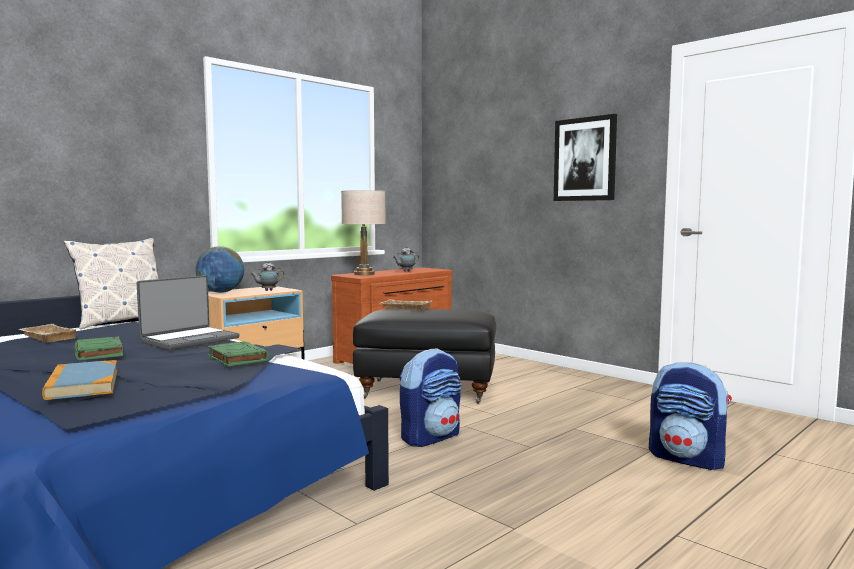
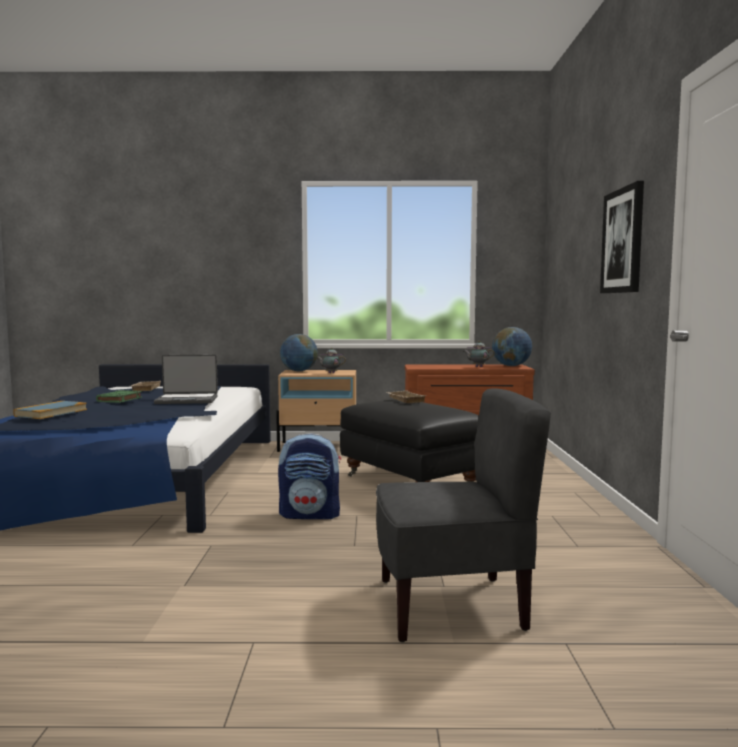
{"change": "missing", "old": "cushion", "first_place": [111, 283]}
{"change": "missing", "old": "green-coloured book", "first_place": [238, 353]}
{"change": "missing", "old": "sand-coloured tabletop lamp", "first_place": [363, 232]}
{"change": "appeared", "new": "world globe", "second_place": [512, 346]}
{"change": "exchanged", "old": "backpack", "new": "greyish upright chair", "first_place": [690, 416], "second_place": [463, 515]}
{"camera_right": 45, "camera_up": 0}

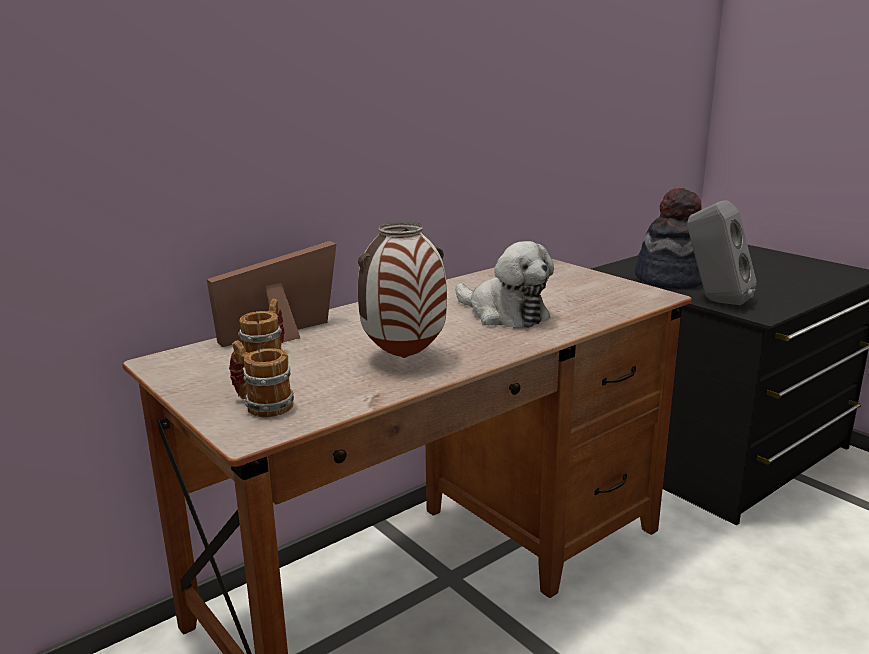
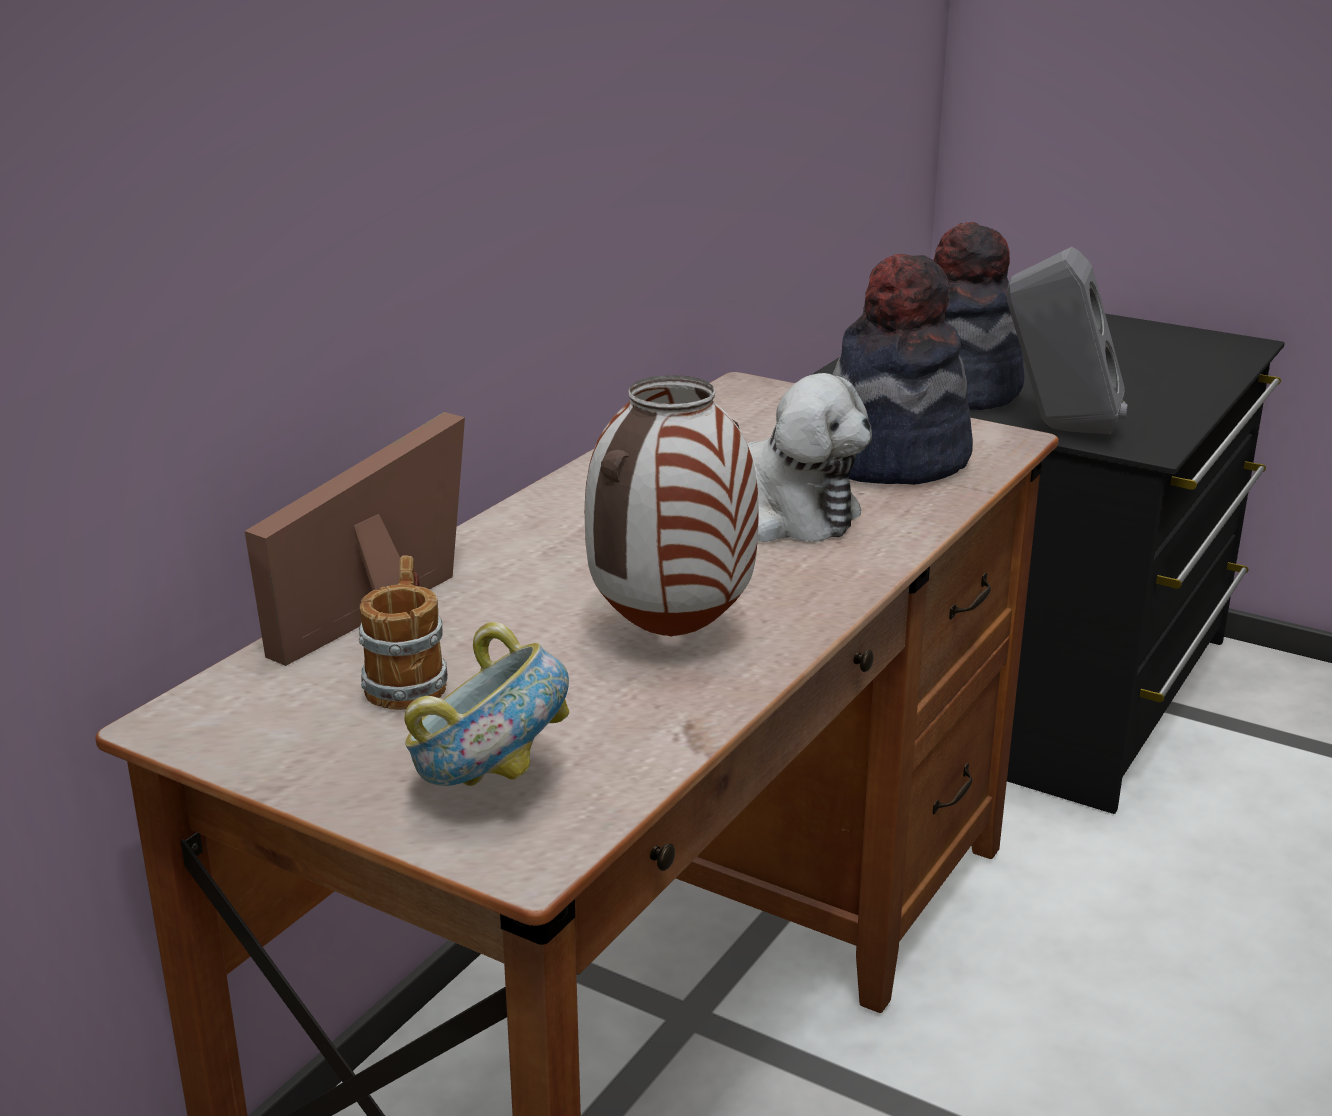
{"change": "appeared", "new": "clothing hat", "second_place": [902, 369]}
{"change": "exchanged", "old": "mug", "new": "bowl", "first_place": [261, 379], "second_place": [487, 704]}
{"camera_right": -20, "camera_up": 5}

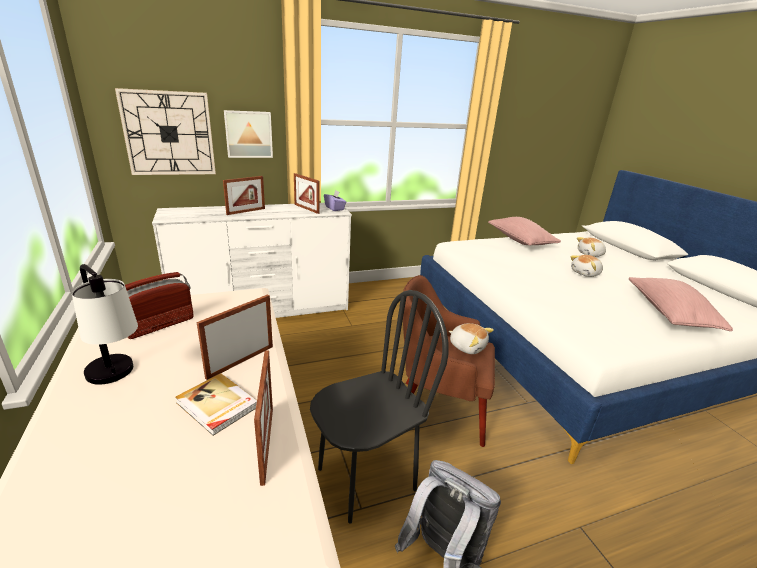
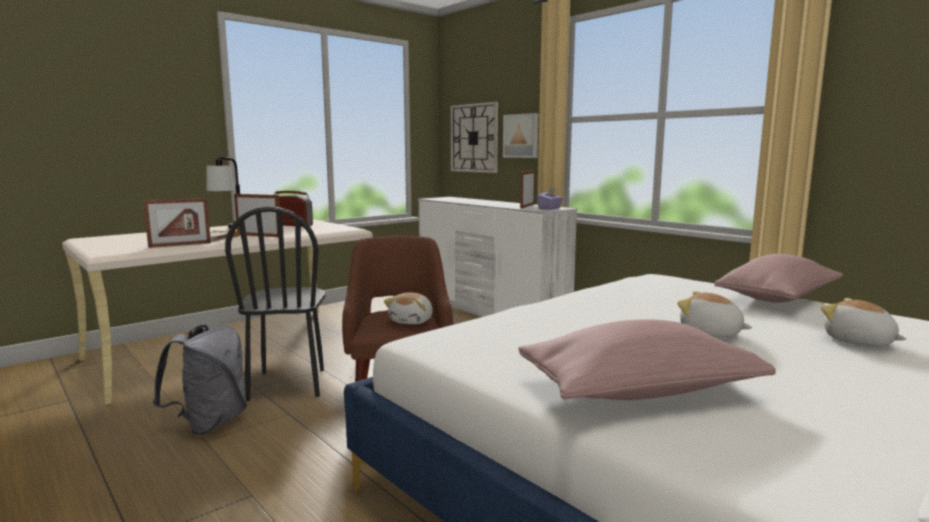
{"change": "missing", "old": "photo frame", "first_place": [244, 195]}
{"change": "spun", "old": "black upright chair", "first_place": [379, 407], "second_place": [275, 303], "degrees": 45}
{"camera_right": 70, "camera_up": -15}

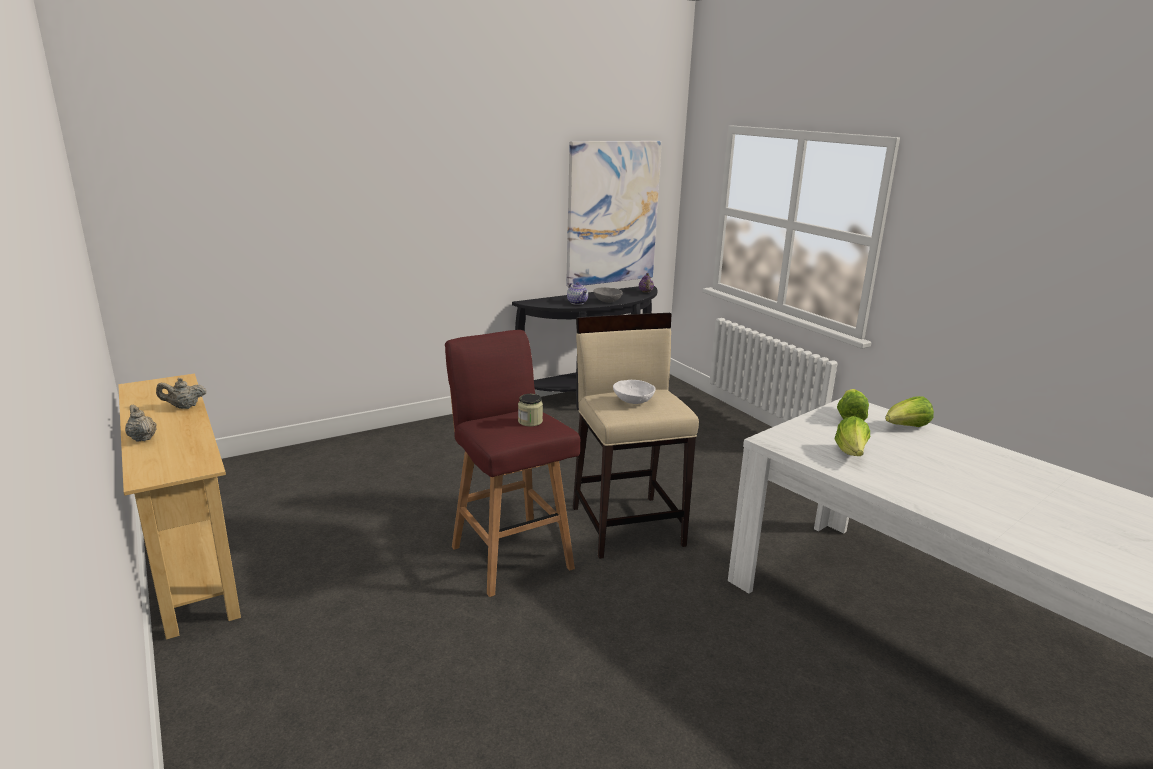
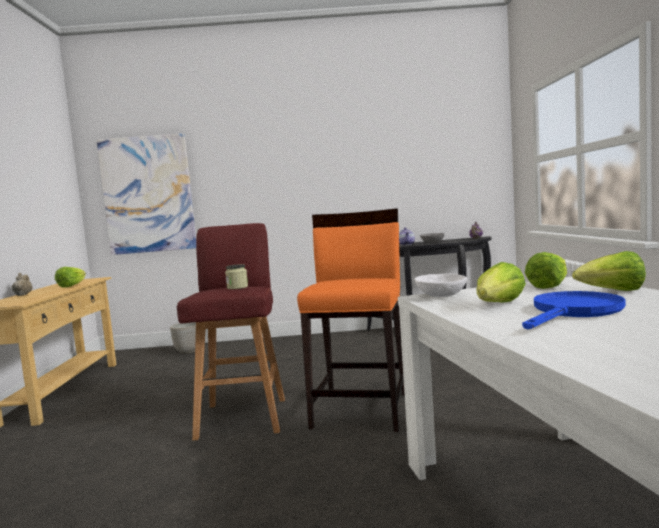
{"change": "appeared", "new": "planter", "second_place": [183, 338]}
{"change": "appeared", "new": "bluish frying pan", "second_place": [574, 310]}
{"change": "relocated", "old": "wall art", "first_place": [614, 214], "second_place": [146, 194]}
{"change": "relocated", "old": "whitish bowl", "first_place": [634, 392], "second_place": [440, 285]}
{"change": "exchanged", "old": "sand-coloured tea pot", "new": "lettuce", "first_place": [181, 393], "second_place": [70, 277]}
{"change": "colour", "old": "sand-coloured stool", "new": "orange-coloured stool", "first_place": [636, 436], "second_place": [351, 320]}
{"camera_right": 30, "camera_up": -15}

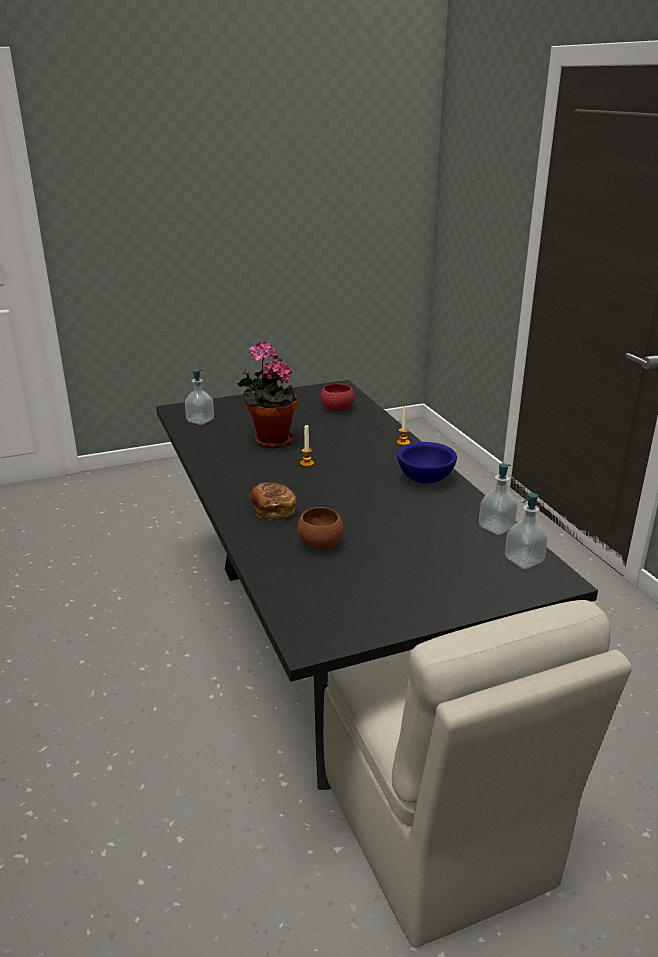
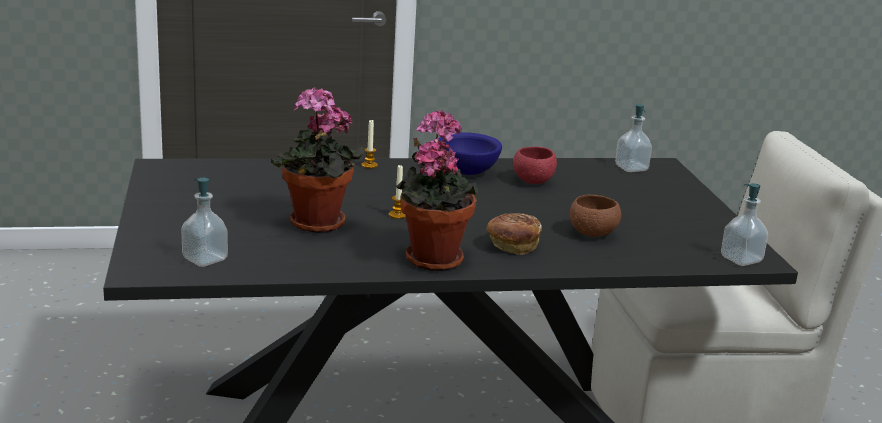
{"change": "appeared", "new": "potted plant", "second_place": [437, 190]}
{"change": "relocated", "old": "red bowl", "first_place": [338, 397], "second_place": [535, 165]}
{"change": "relocated", "old": "soap bottle", "first_place": [498, 499], "second_place": [744, 224]}
{"camera_right": -80, "camera_up": -5}

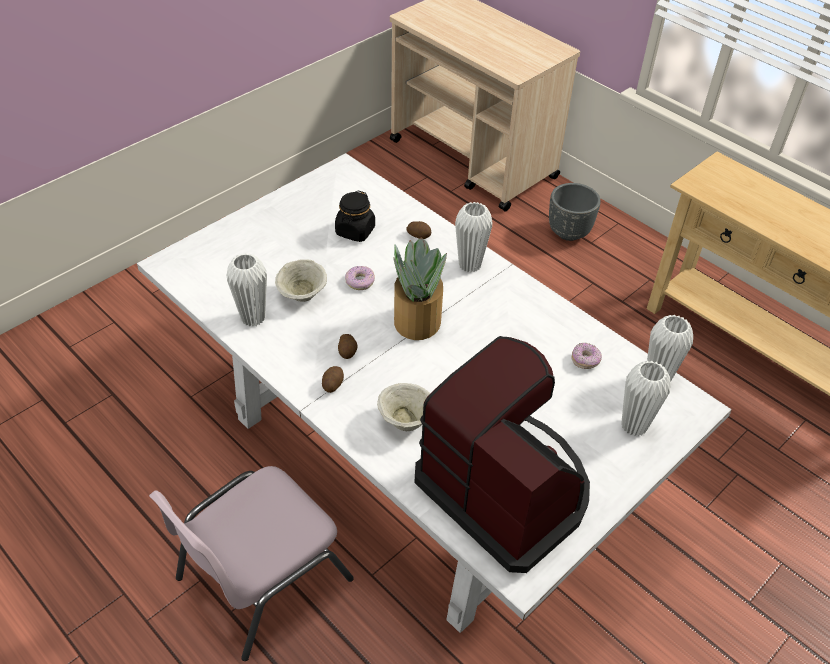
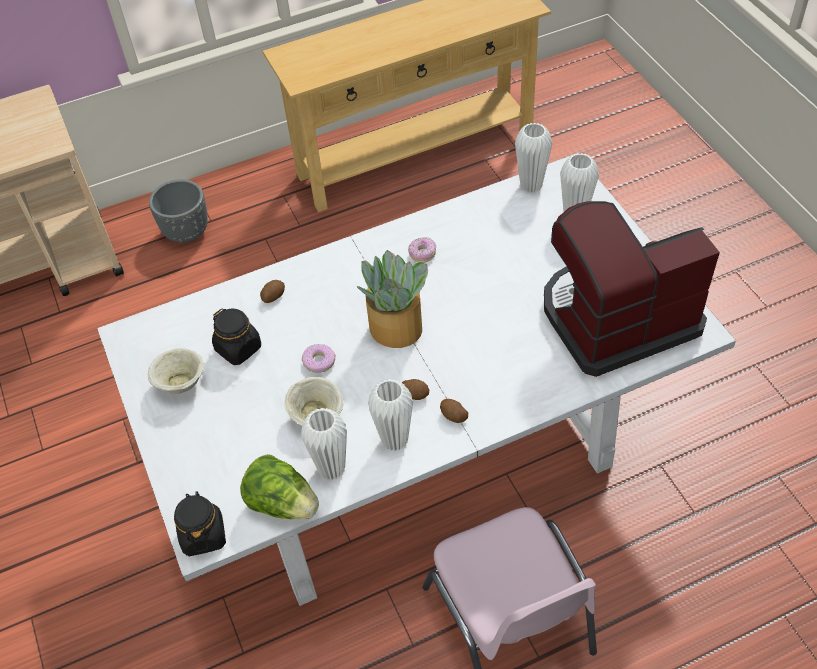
{"change": "appeared", "new": "black storage jar", "second_place": [200, 523]}
{"change": "appeared", "new": "lettuce", "second_place": [279, 486]}
{"change": "relocated", "old": "sand-coloured bowl", "first_place": [403, 407], "second_place": [175, 371]}
{"change": "relocated", "old": "whitish flower vase", "first_place": [474, 237], "second_place": [390, 415]}
{"change": "relocated", "old": "doughnut", "first_place": [586, 356], "second_place": [422, 250]}
{"camera_right": -65, "camera_up": 5}

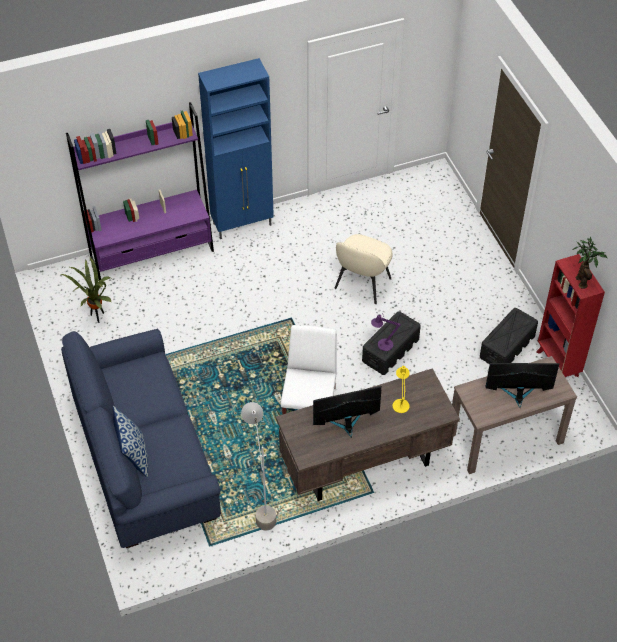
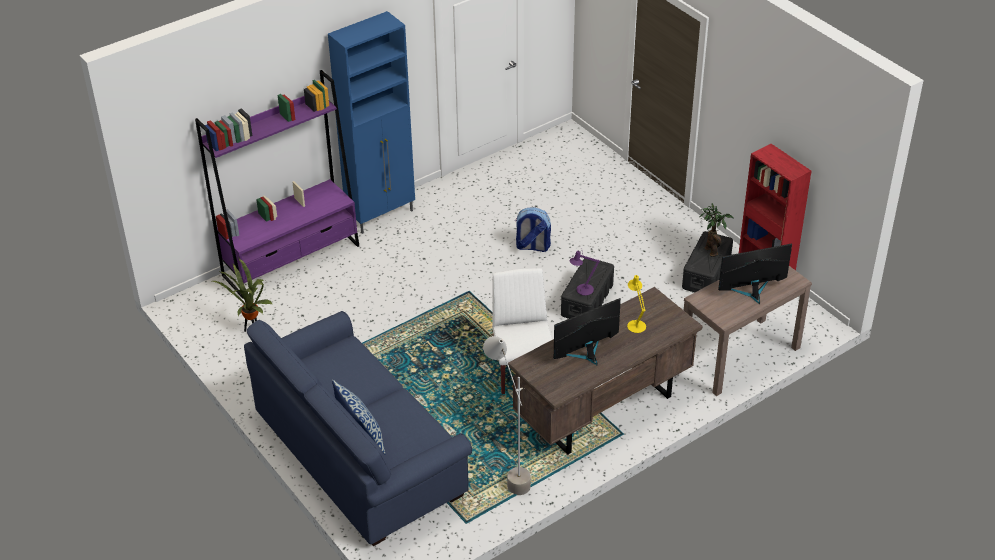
{"change": "relocated", "old": "potted plant", "first_place": [590, 263], "second_place": [716, 230]}
{"change": "exchanged", "old": "sand-coloured upright chair", "new": "backpack", "first_place": [363, 269], "second_place": [533, 229]}
{"camera_right": -15, "camera_up": -10}

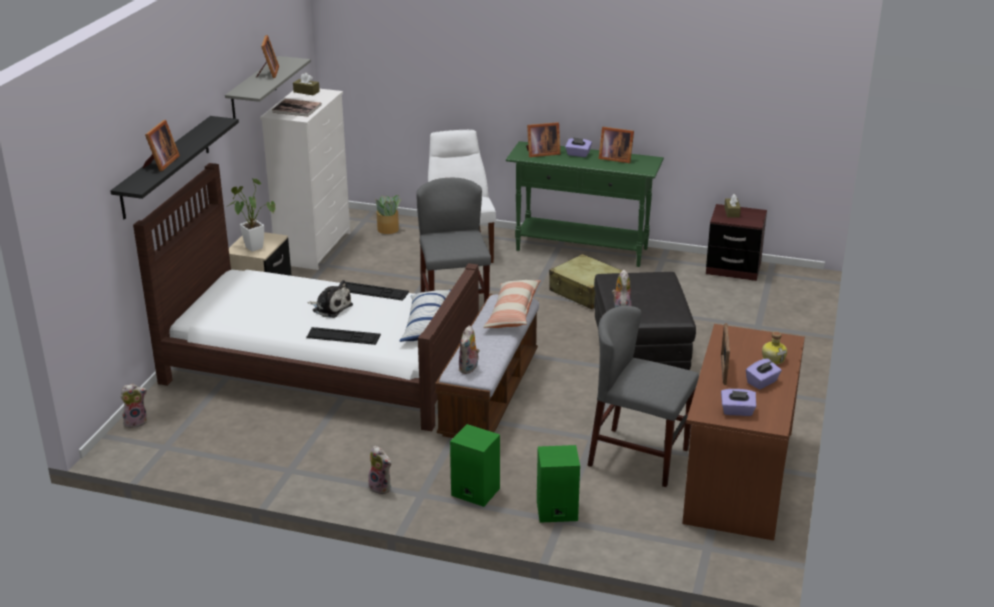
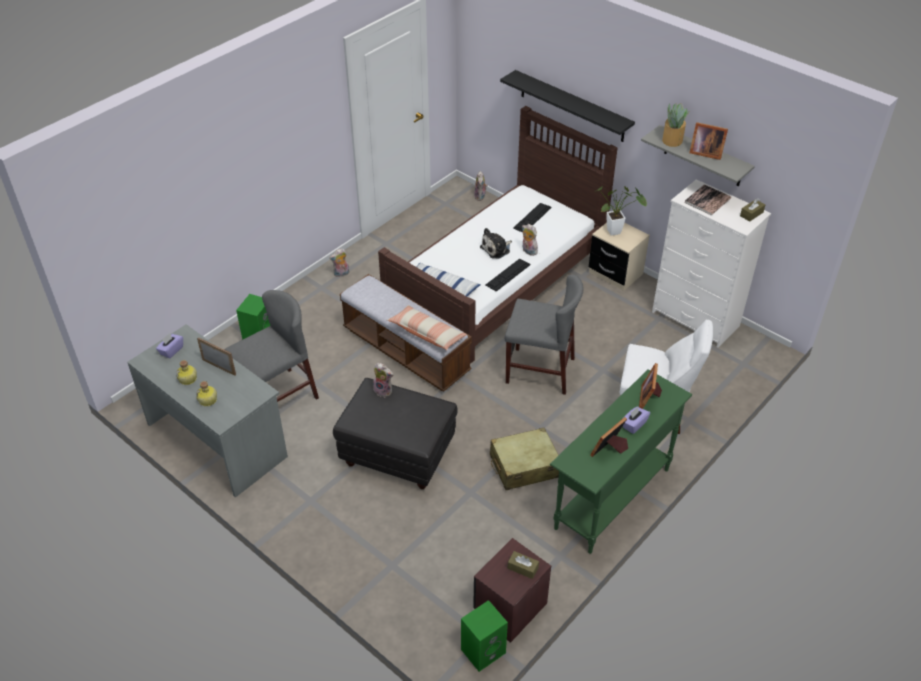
{"change": "missing", "old": "photo frame", "first_place": [161, 145]}
{"change": "relocated", "old": "keyboard", "first_place": [343, 336], "second_place": [532, 218]}
{"change": "relocated", "old": "potted plant", "first_place": [388, 214], "second_place": [675, 125]}
{"change": "relocated", "old": "green-coloured loudspeaker", "first_place": [475, 465], "second_place": [484, 636]}
{"change": "relocated", "old": "soft toy", "first_place": [469, 349], "second_place": [530, 240]}
{"change": "exchanged", "old": "purple-coloured box of tissues", "new": "beverage bottle", "first_place": [764, 373], "second_place": [186, 372]}
{"change": "colour", "old": "brownish desk", "new": "greyish desk", "first_place": [743, 432], "second_place": [207, 411]}
{"camera_right": 115, "camera_up": 15}

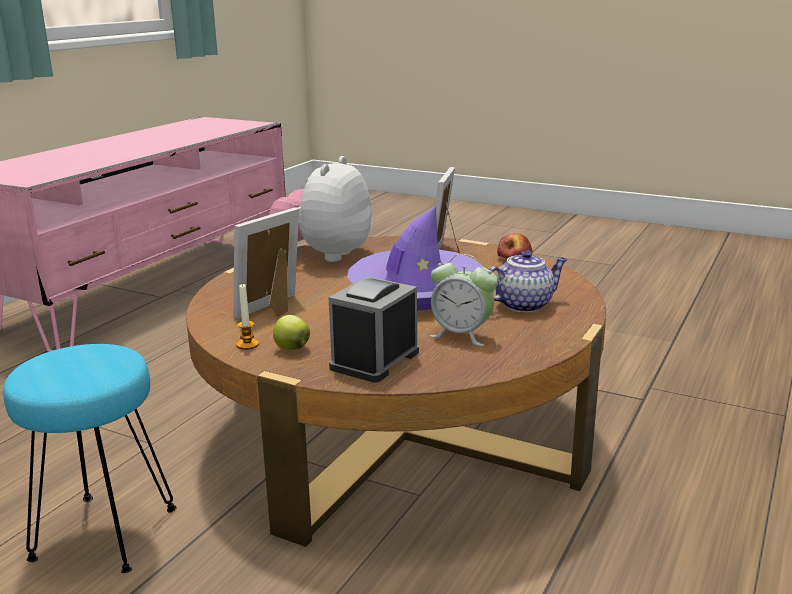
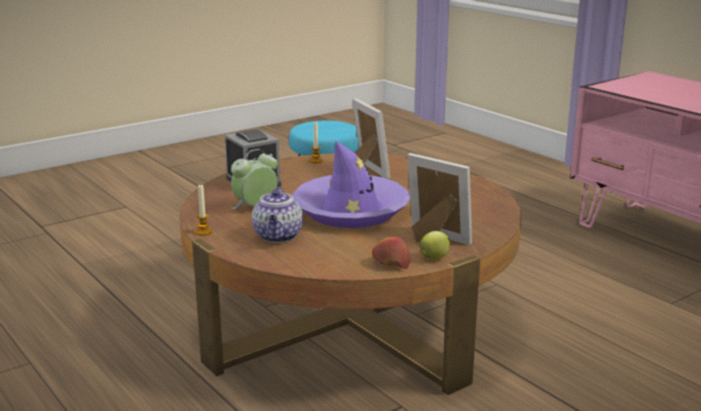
{"change": "missing", "old": "soft toy", "first_place": [320, 209]}
{"change": "appeared", "new": "wax candle", "second_place": [203, 209]}
{"change": "relocated", "old": "apple", "first_place": [291, 332], "second_place": [434, 245]}
{"camera_right": 115, "camera_up": 0}

